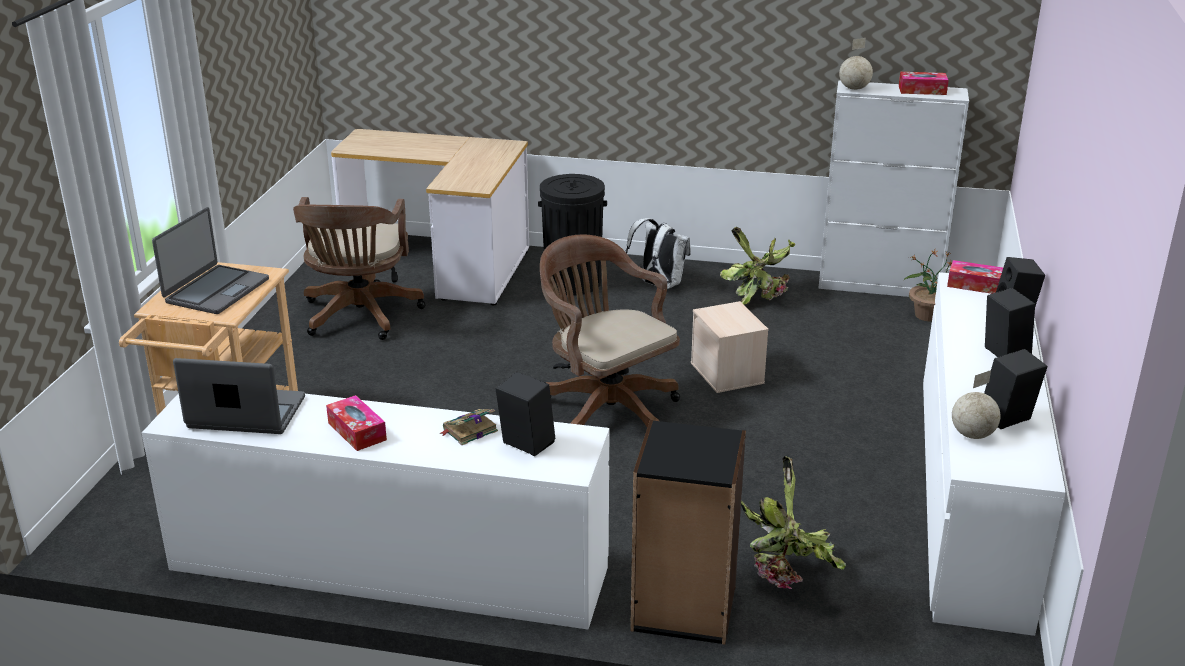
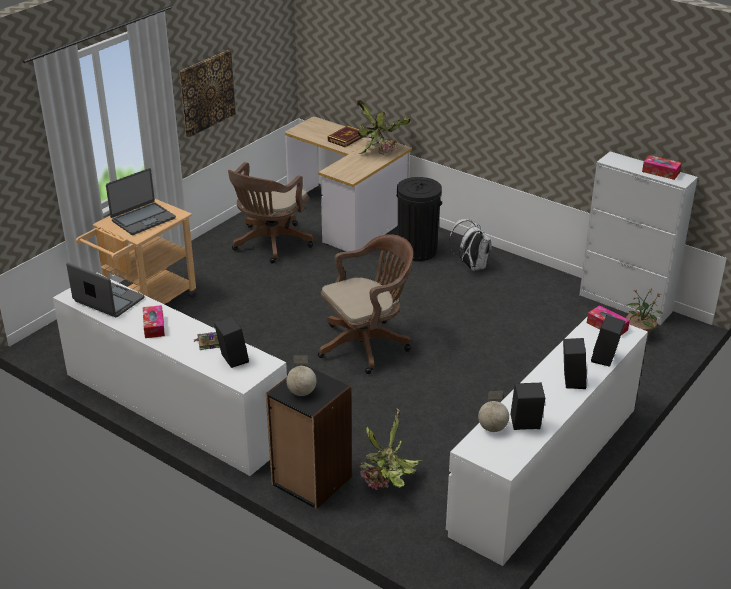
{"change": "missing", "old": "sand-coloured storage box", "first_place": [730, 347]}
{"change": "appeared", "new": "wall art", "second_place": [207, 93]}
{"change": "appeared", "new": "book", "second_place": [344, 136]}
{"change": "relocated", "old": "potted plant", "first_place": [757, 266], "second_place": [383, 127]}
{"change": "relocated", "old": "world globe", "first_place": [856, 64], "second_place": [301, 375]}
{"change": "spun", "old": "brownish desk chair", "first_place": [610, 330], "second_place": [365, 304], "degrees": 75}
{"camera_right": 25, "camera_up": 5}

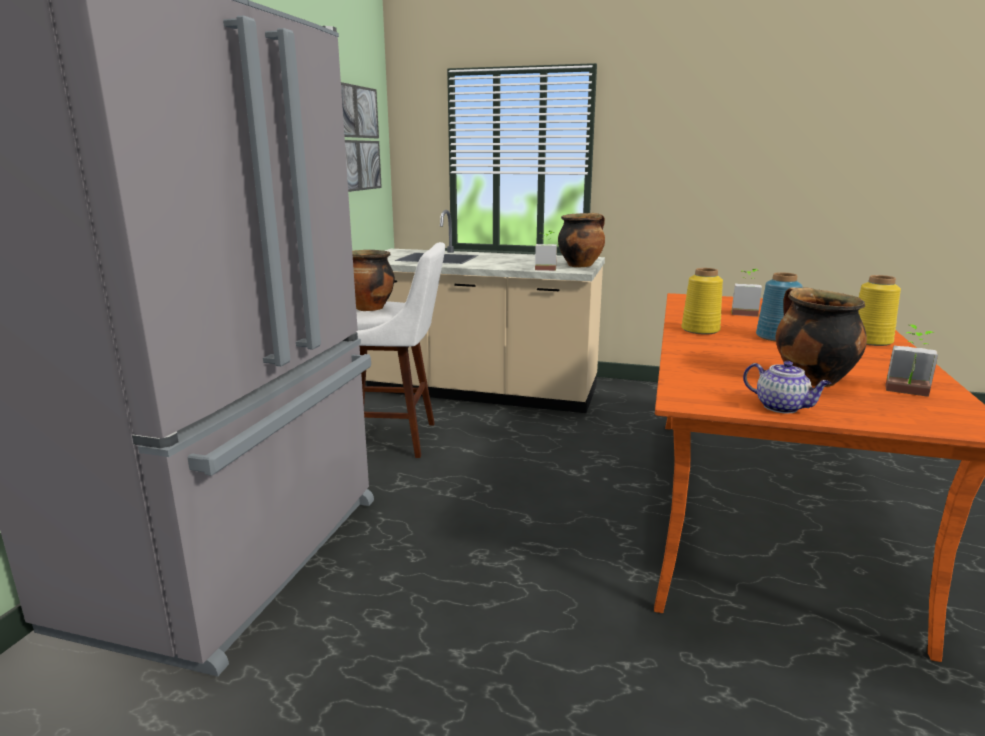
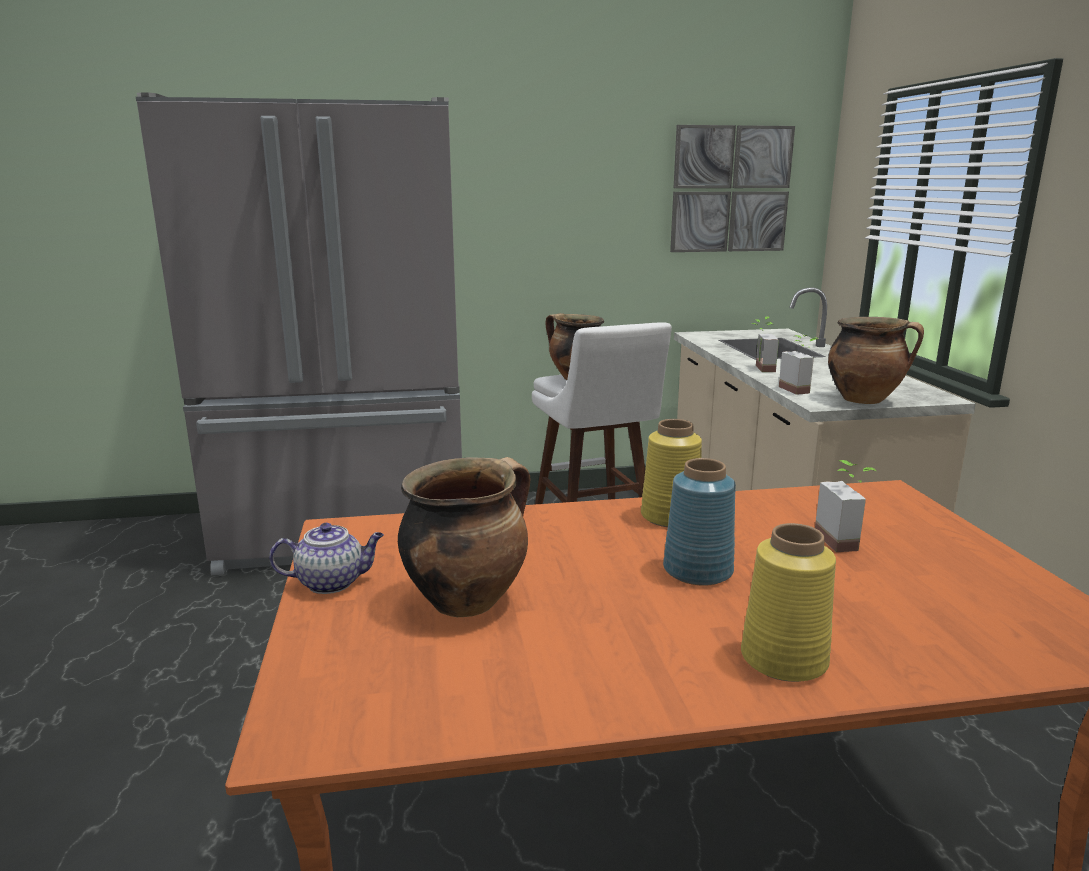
{"change": "relocated", "old": "potted plant", "first_place": [911, 360], "second_place": [765, 344]}
{"change": "spun", "old": "tea pot", "first_place": [787, 387], "second_place": [326, 558], "degrees": -120}
{"camera_right": 65, "camera_up": 0}

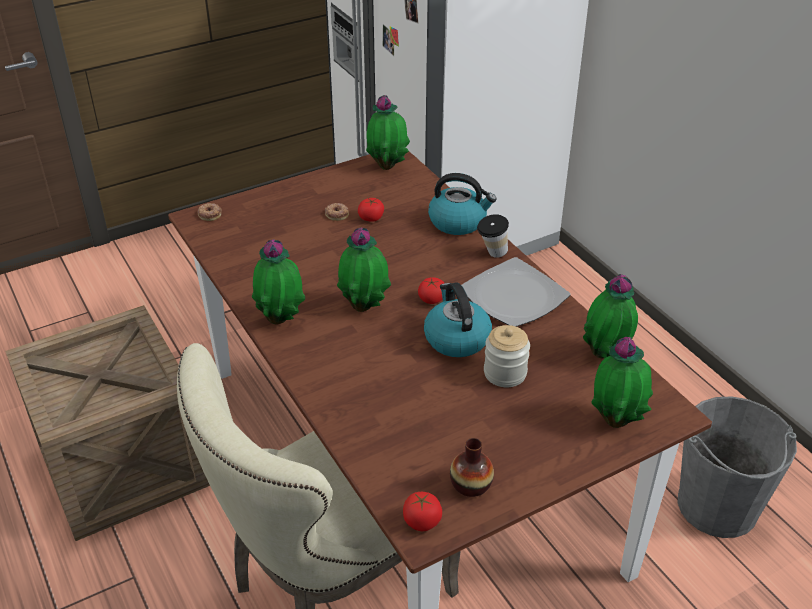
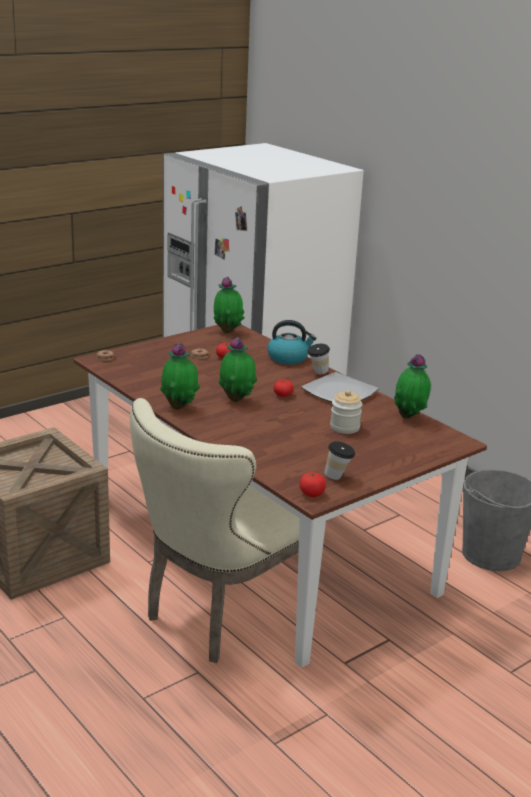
{"change": "missing", "old": "tea kettle", "first_place": [458, 320]}
{"change": "missing", "old": "potted plant", "first_place": [622, 382]}
{"change": "exchanged", "old": "flower vase", "new": "small cup", "first_place": [472, 467], "second_place": [340, 460]}
{"camera_right": -10, "camera_up": -15}

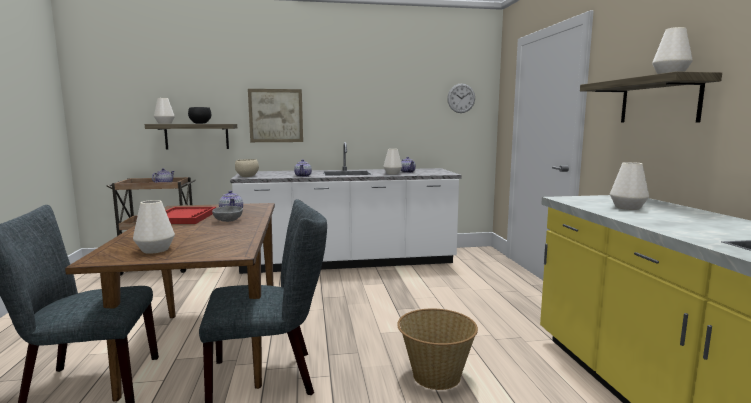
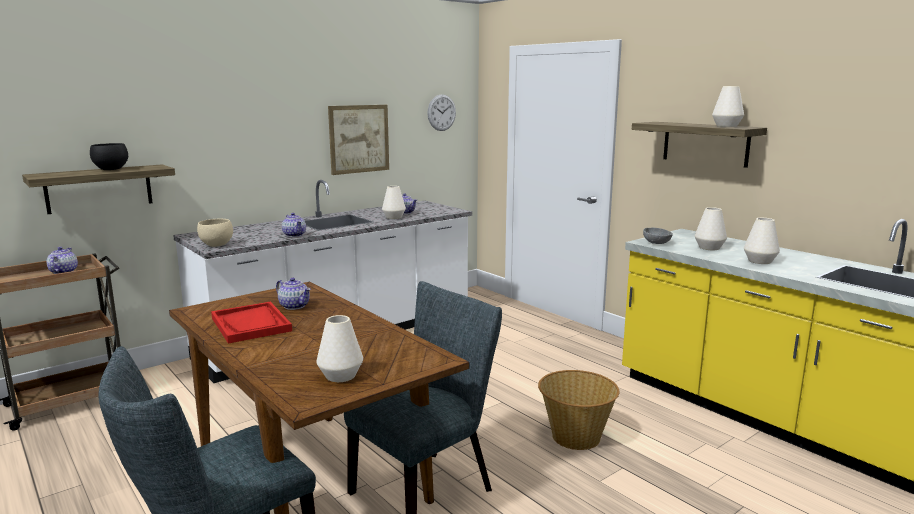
{"change": "relocated", "old": "whitish flower vase", "first_place": [164, 111], "second_place": [762, 241]}
{"change": "relocated", "old": "greyish bowl", "first_place": [227, 214], "second_place": [658, 236]}
{"change": "relocated", "old": "wall art", "first_place": [275, 115], "second_place": [358, 140]}
{"camera_right": -30, "camera_up": 5}

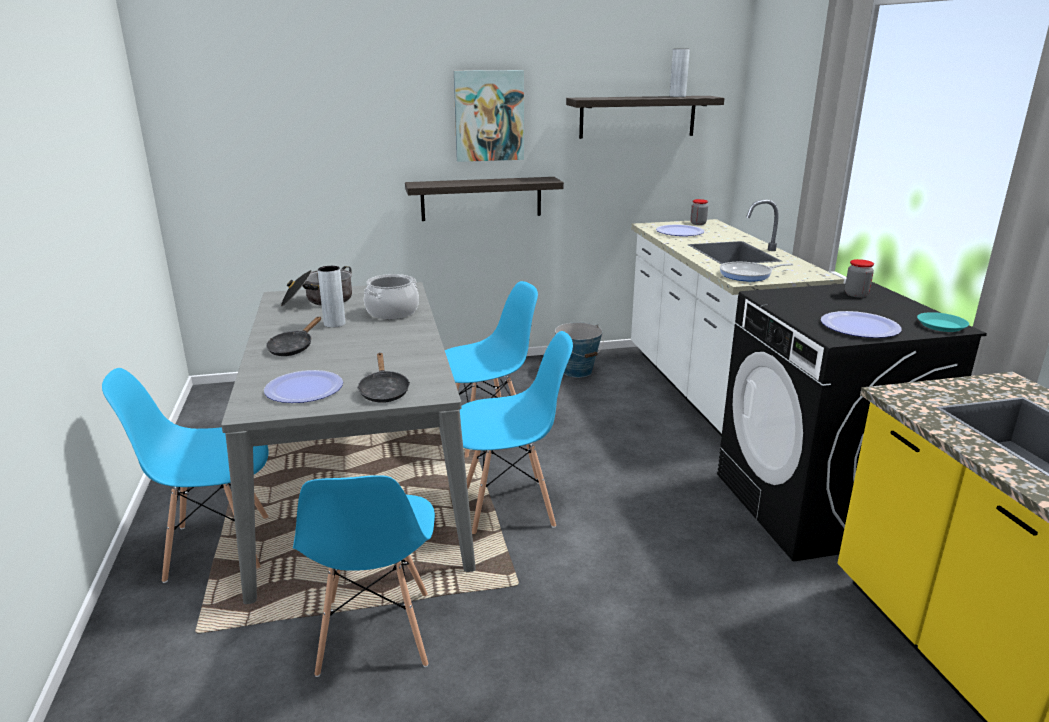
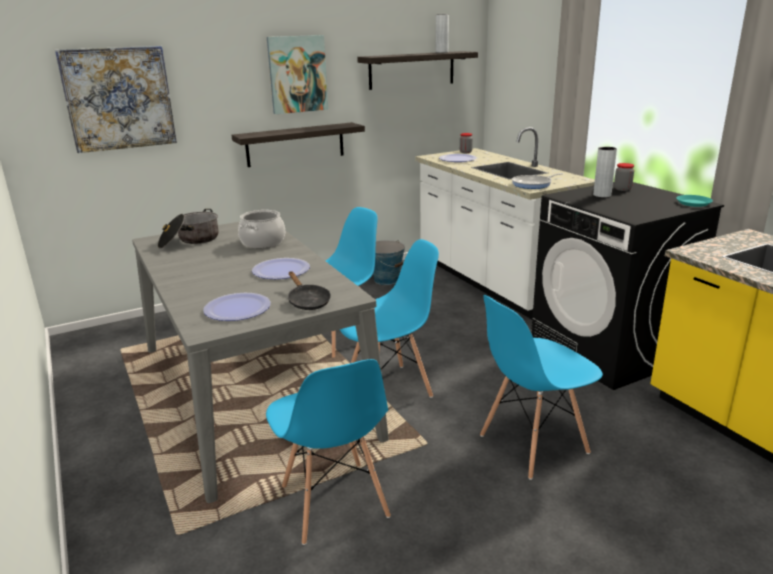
{"change": "missing", "old": "black frying pan", "first_place": [293, 336]}
{"change": "appeared", "new": "wall art", "second_place": [116, 99]}
{"change": "relocated", "old": "bluish upright chair", "first_place": [185, 475], "second_place": [541, 387]}
{"change": "relocated", "old": "greyish flower vase", "first_place": [331, 297], "second_place": [605, 172]}
{"change": "relocated", "old": "flat dish", "first_place": [861, 324], "second_place": [281, 268]}
{"camera_right": -15, "camera_up": 0}

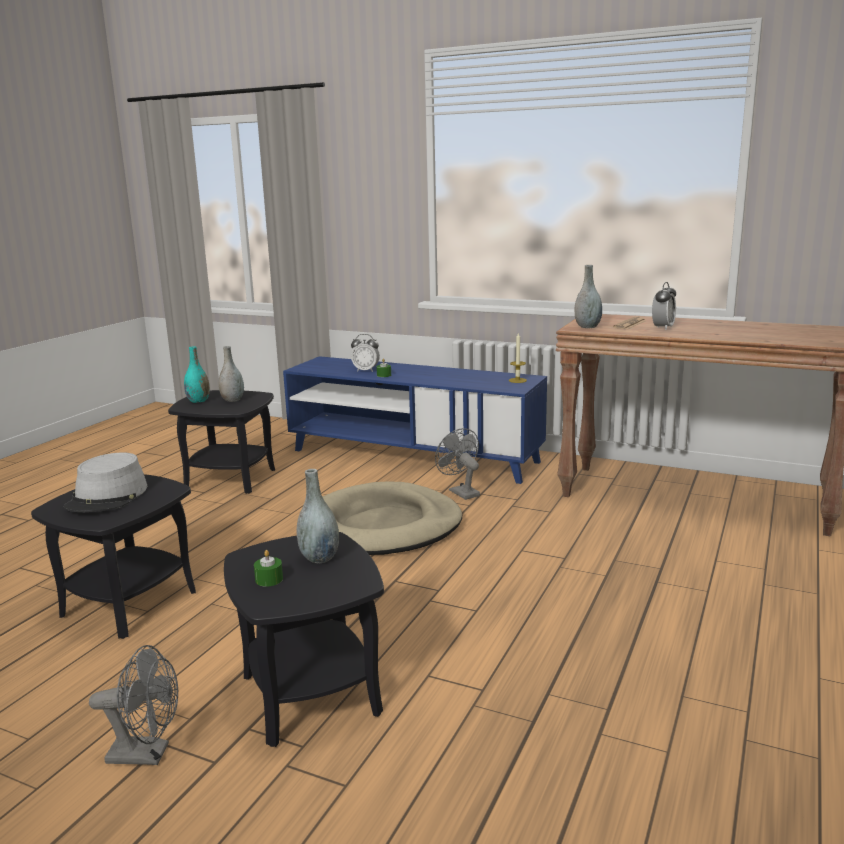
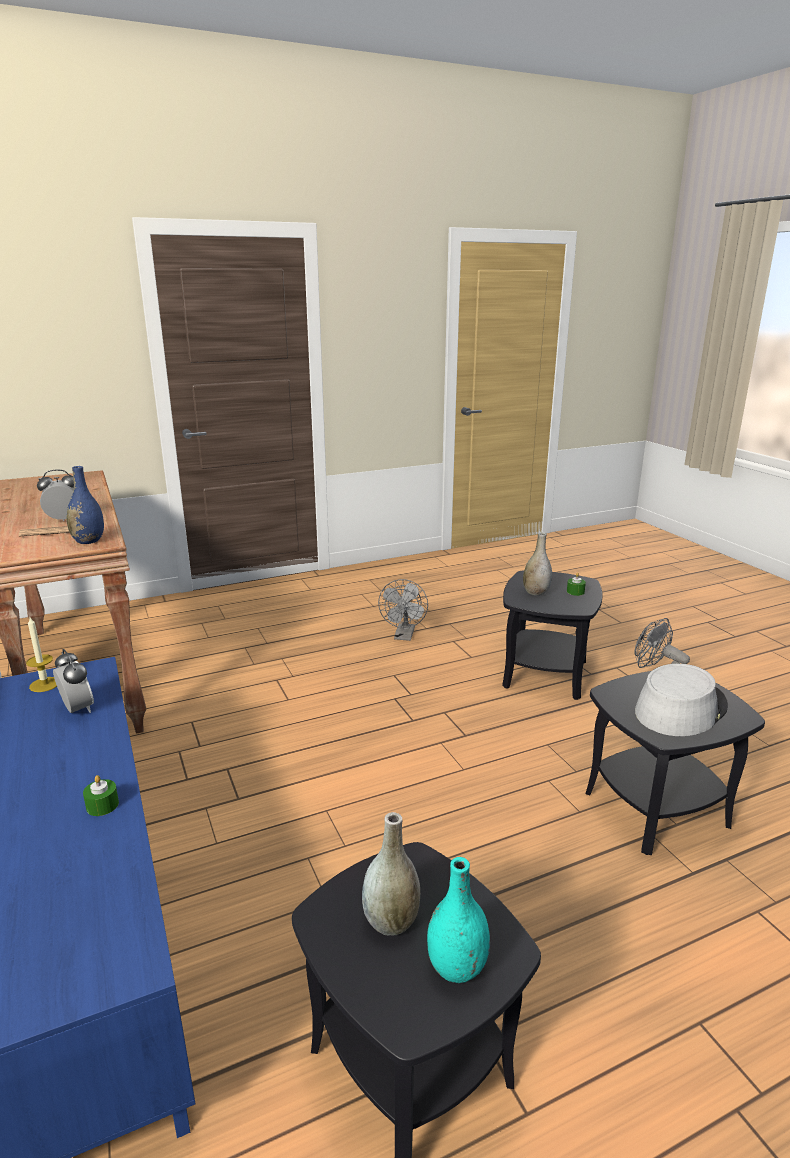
{"change": "missing", "old": "sand-coloured dog bed", "first_place": [392, 518]}
{"change": "relocated", "old": "bedside clock", "first_place": [365, 353], "second_place": [73, 681]}
{"change": "relocated", "old": "greyish fan", "first_place": [457, 464], "second_place": [403, 610]}
{"change": "colour", "old": "greyish flower vase", "new": "bluish flower vase", "first_place": [588, 296], "second_place": [85, 505]}
{"camera_right": -140, "camera_up": 5}

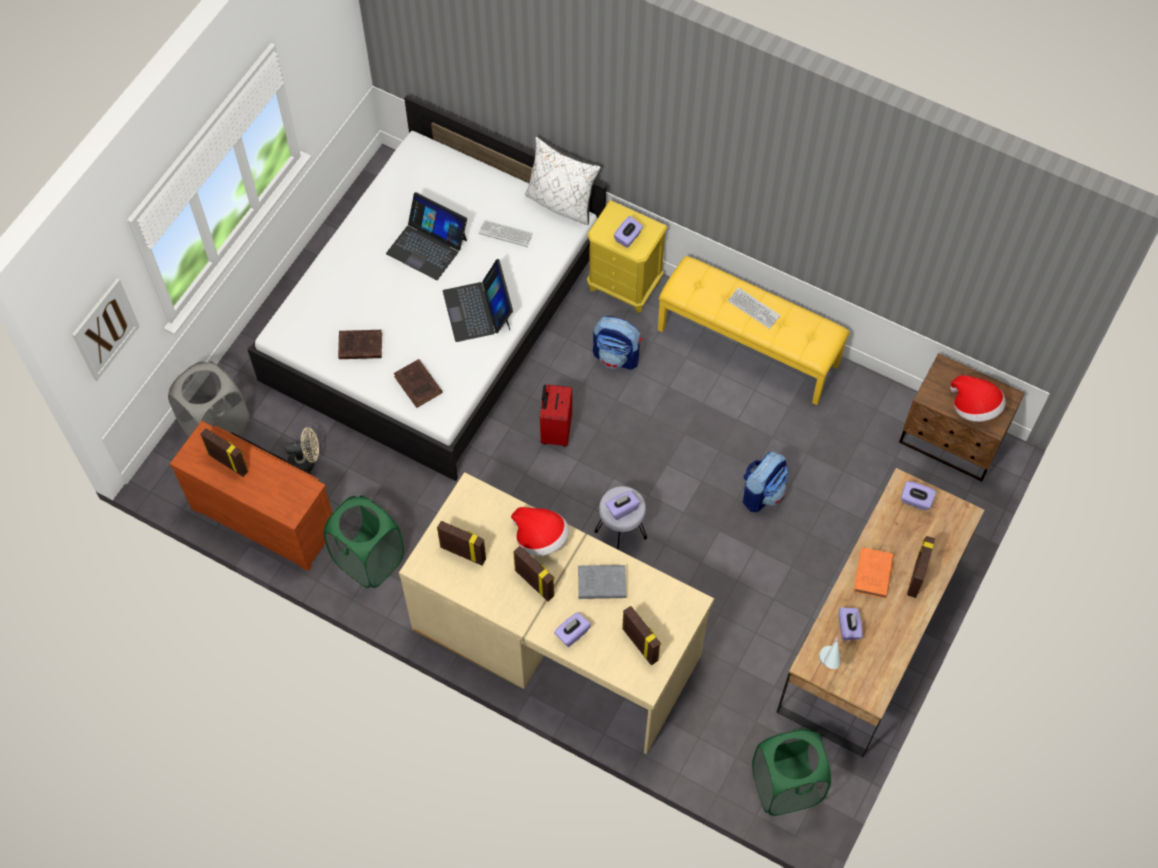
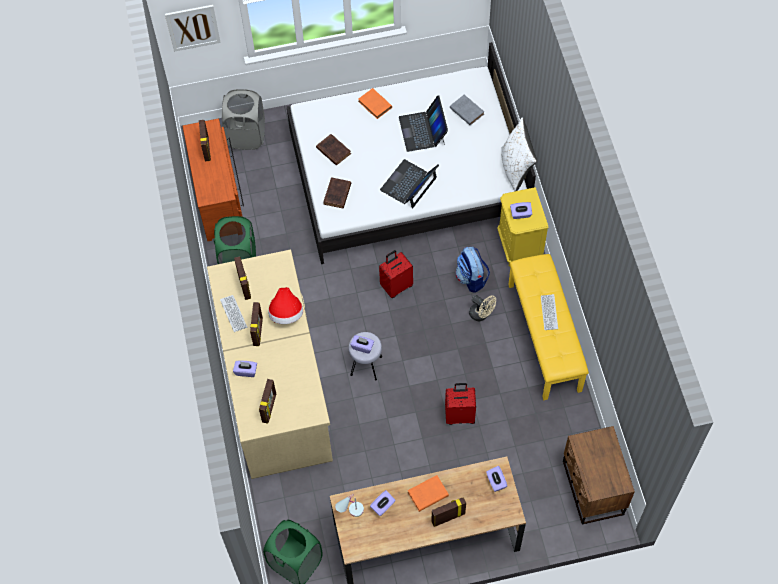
{"change": "missing", "old": "clothing hat", "first_place": [978, 398]}
{"change": "appeared", "new": "orange-coloured book", "second_place": [375, 103]}
{"change": "relocated", "old": "sand-coloured fan", "first_place": [302, 450], "second_place": [482, 308]}
{"change": "relocated", "old": "keyboard", "first_place": [506, 233], "second_place": [233, 313]}
{"change": "relocated", "old": "greyish book", "first_place": [602, 582], "second_place": [467, 110]}
{"change": "exchanged", "old": "backpack", "new": "red piece of luggage", "first_place": [766, 482], "second_place": [460, 404]}
{"camera_right": 50, "camera_up": 0}

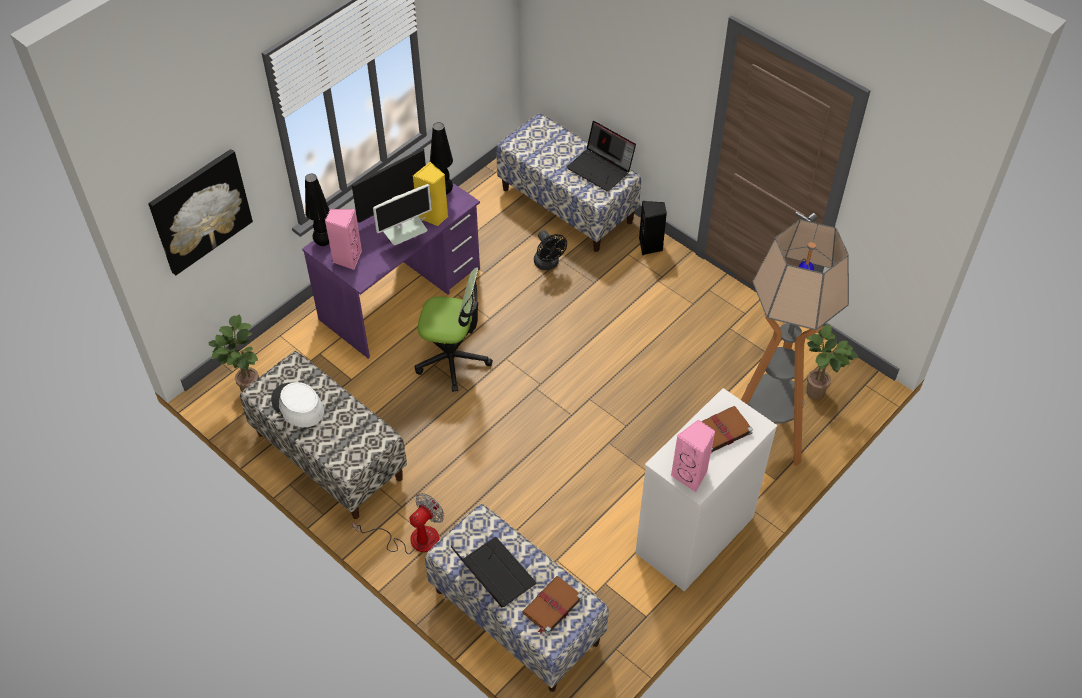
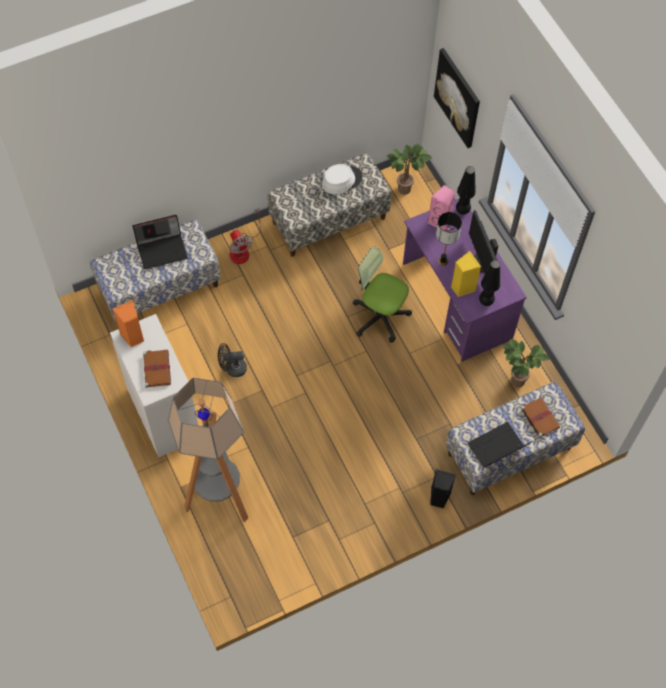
{"change": "relocated", "old": "brownish book", "first_place": [552, 605], "second_place": [540, 417]}
{"change": "relocated", "old": "black fan", "first_place": [550, 250], "second_place": [232, 360]}
{"change": "relocated", "old": "potted plant", "first_place": [832, 362], "second_place": [526, 363]}
{"change": "exchanged", "old": "computer display", "new": "tabletop lamp", "first_place": [402, 214], "second_place": [449, 239]}
{"change": "colour", "old": "pink-coloured loudspeaker", "new": "orange-coloured loudspeaker", "first_place": [693, 456], "second_place": [128, 323]}
{"change": "spun", "old": "desk chair", "first_place": [454, 330], "second_place": [382, 294], "degrees": 90}
{"camera_right": 110, "camera_up": 10}

